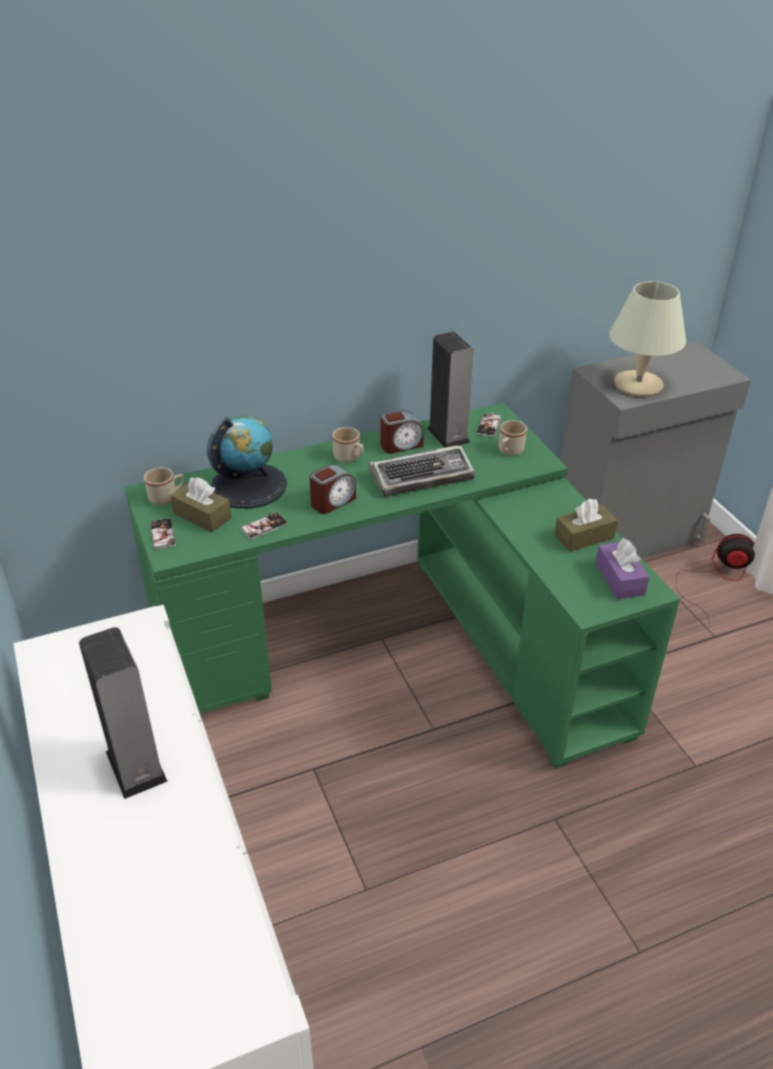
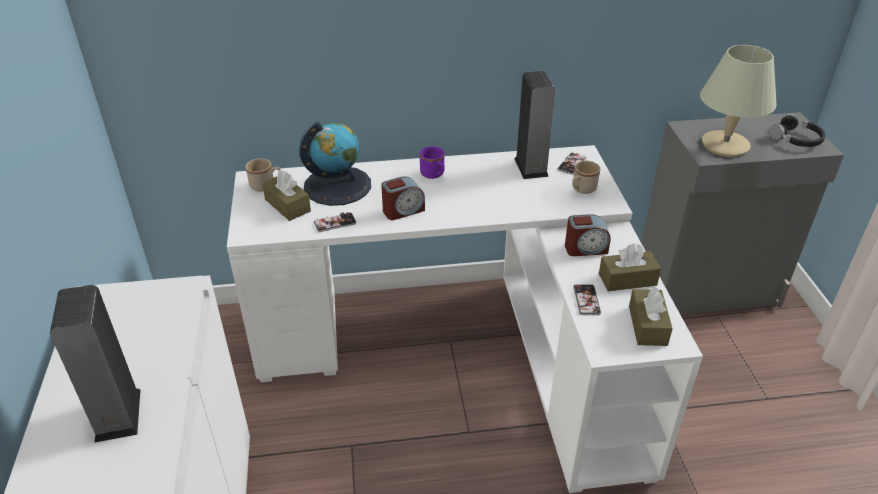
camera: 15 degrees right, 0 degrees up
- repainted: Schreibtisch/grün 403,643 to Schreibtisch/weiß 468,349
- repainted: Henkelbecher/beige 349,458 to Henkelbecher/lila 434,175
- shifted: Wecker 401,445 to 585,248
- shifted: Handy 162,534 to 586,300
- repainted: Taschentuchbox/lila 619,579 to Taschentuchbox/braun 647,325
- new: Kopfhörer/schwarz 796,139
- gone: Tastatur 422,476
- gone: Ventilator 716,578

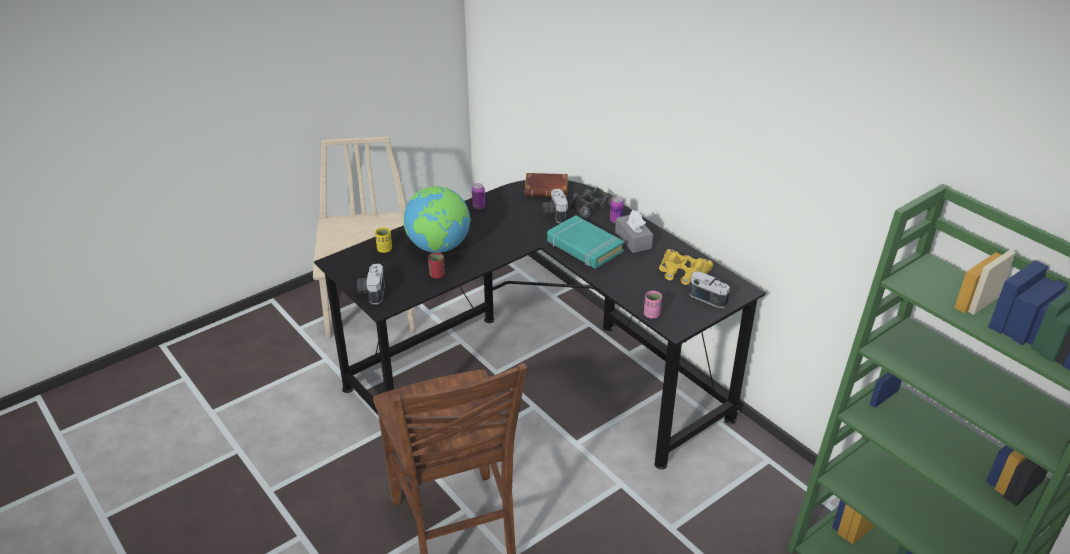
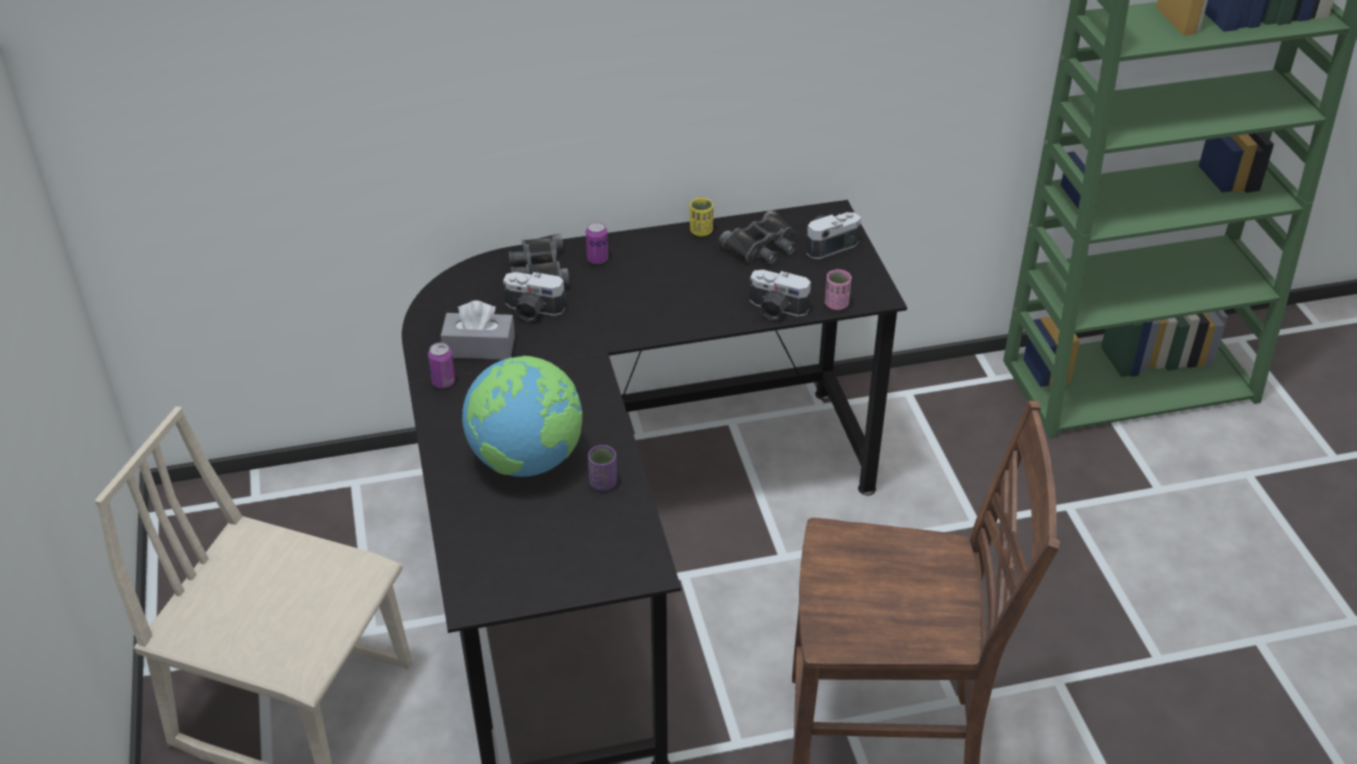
camera: 65 degrees left, 5 degrees up
- shifted: Taschentuchbox/grau 633,240 to 479,347
- repainted: Tasse/rot 437,275 to Tasse/lila 603,483
- shifted: Tasse/gelb 384,249 to 701,231
- repainted: Fernglas/gelb 683,272 to Fernglas/schwarz 763,246
- shifted: Kamera 371,292 to 776,310
- gone: Buch/braun 547,189
- gone: Buch/türkis 584,247

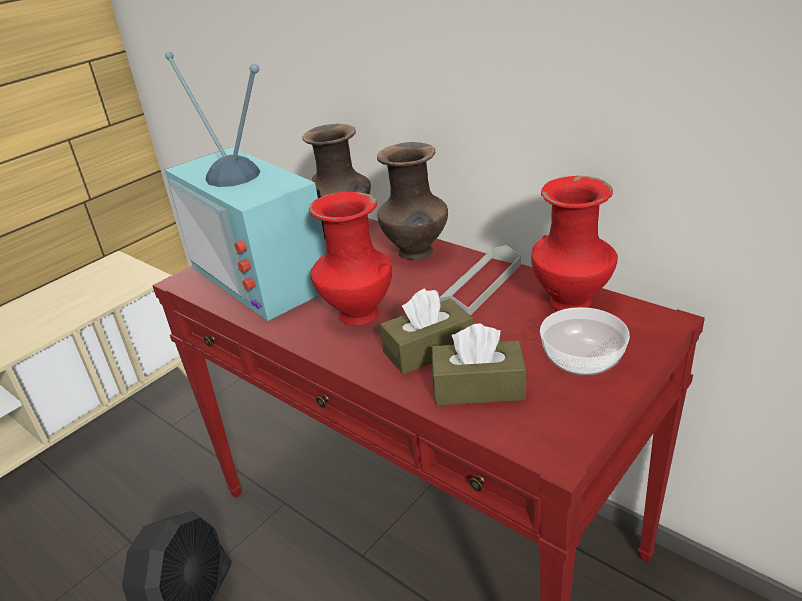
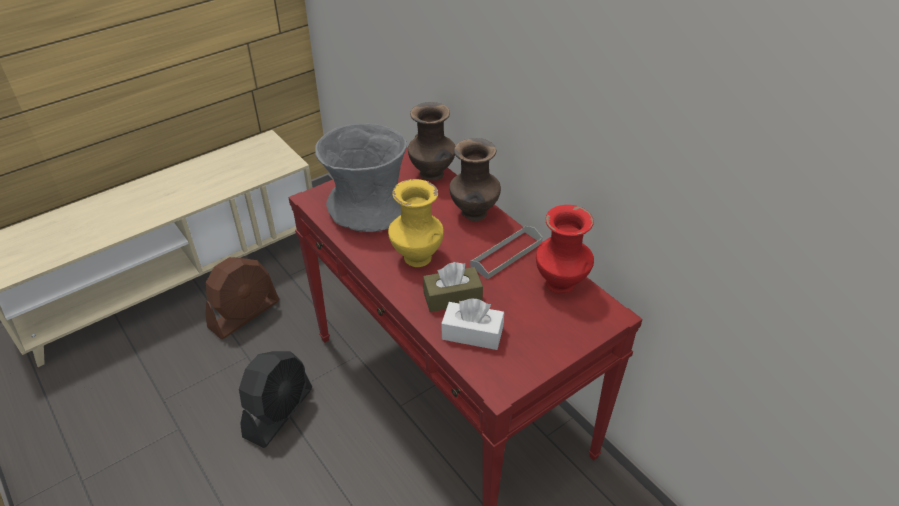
camera: 10 degrees right, 10 degrees up
- new: Ventilator/braun 244,314
- swapped: Fernseher 268,275 to Vase/grau 367,208
- repainted: Vase/rot 356,314 to Vase/gelb 416,257
- repainted: Taschentuchbox/braun 478,387 to Taschentuchbox/weiß 472,333
- gone: Schüssel 581,358

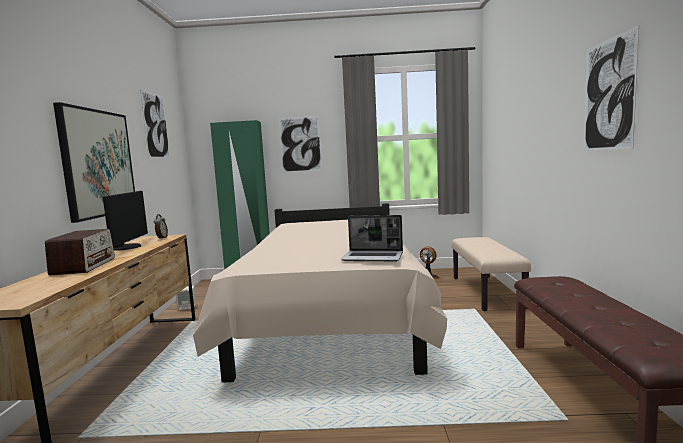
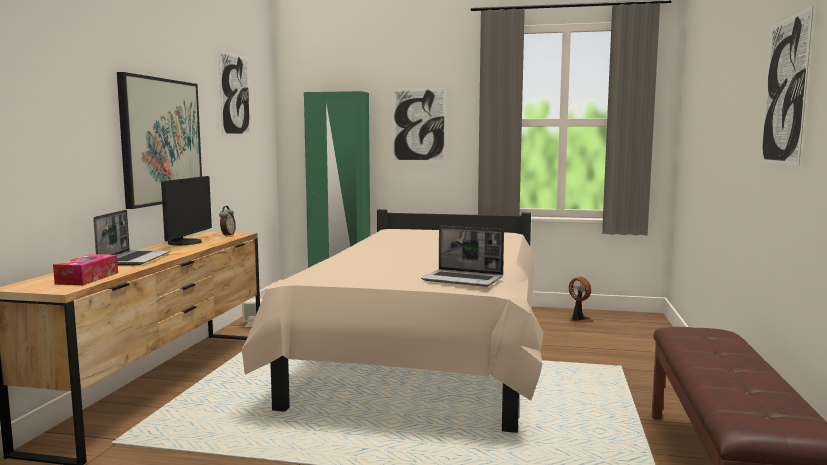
camera: 10 degrees right, 0 degrees up
- new: Taschentuchbox 87,278
- swapped: Radio 84,266 to Laptop 134,259
- gone: Bank/beige 487,292

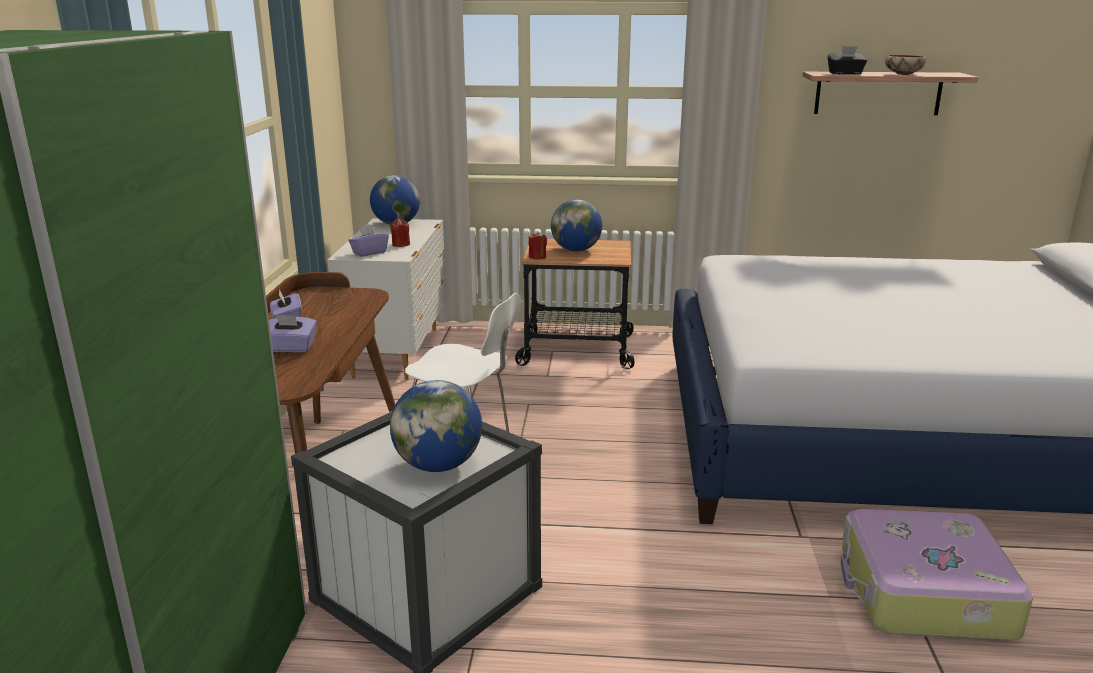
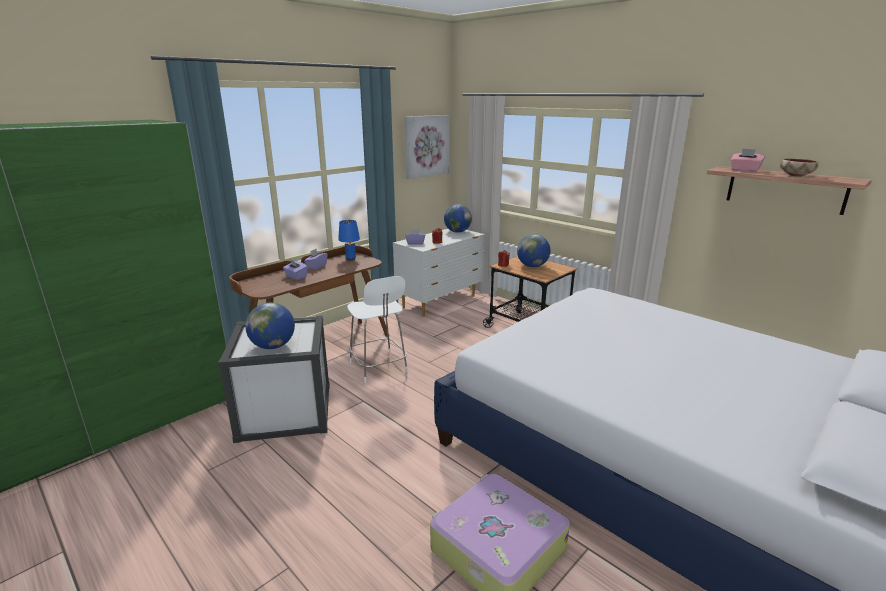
camera: 40 degrees right, 0 degrees up
- new: Tischlampe/blau 350,258
- new: Bild 426,146
- repainted: Taschentuchbox/schwarz 845,73 to Taschentuchbox/rosa 744,170

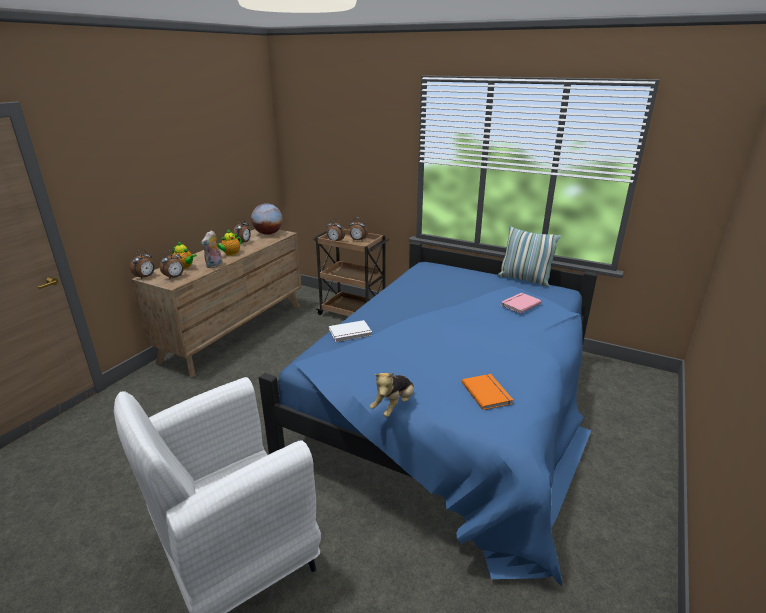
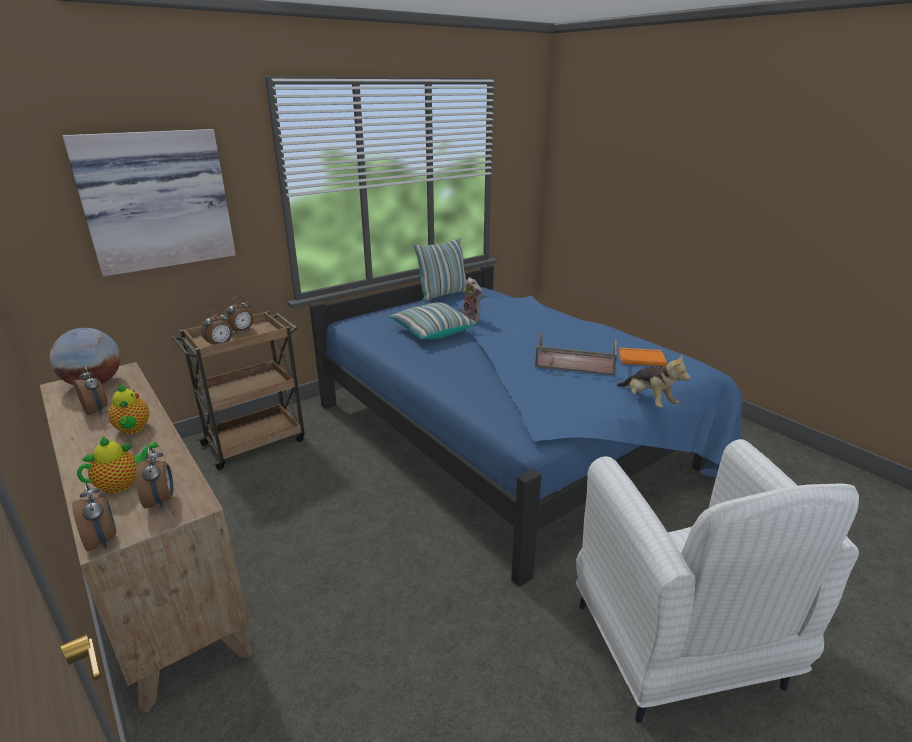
camera: 65 degrees left, 0 degrees up
- new: Bild 156,200
- new: Kissen 432,331
- shifted: Plüschtier 214,265 to 472,319
- new: Tablett/braun 574,363
- gone: Buch/weiß 351,333
- gone: Buch/rosa 519,304

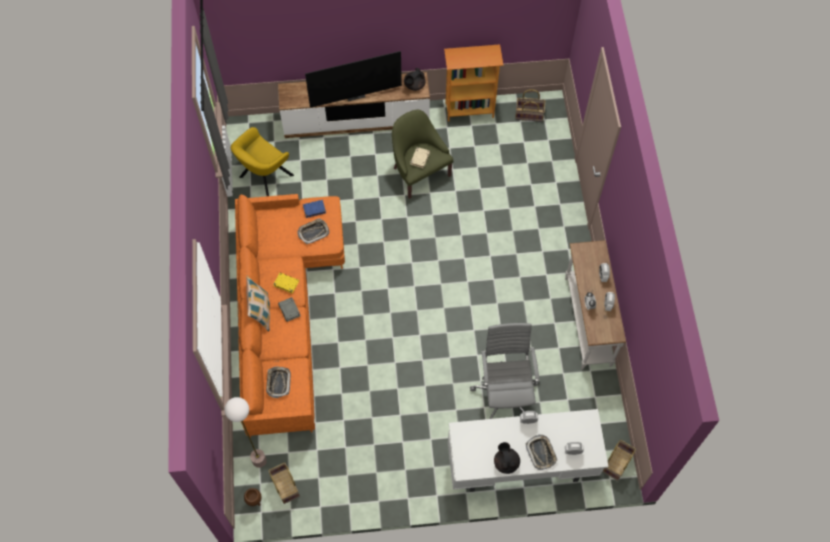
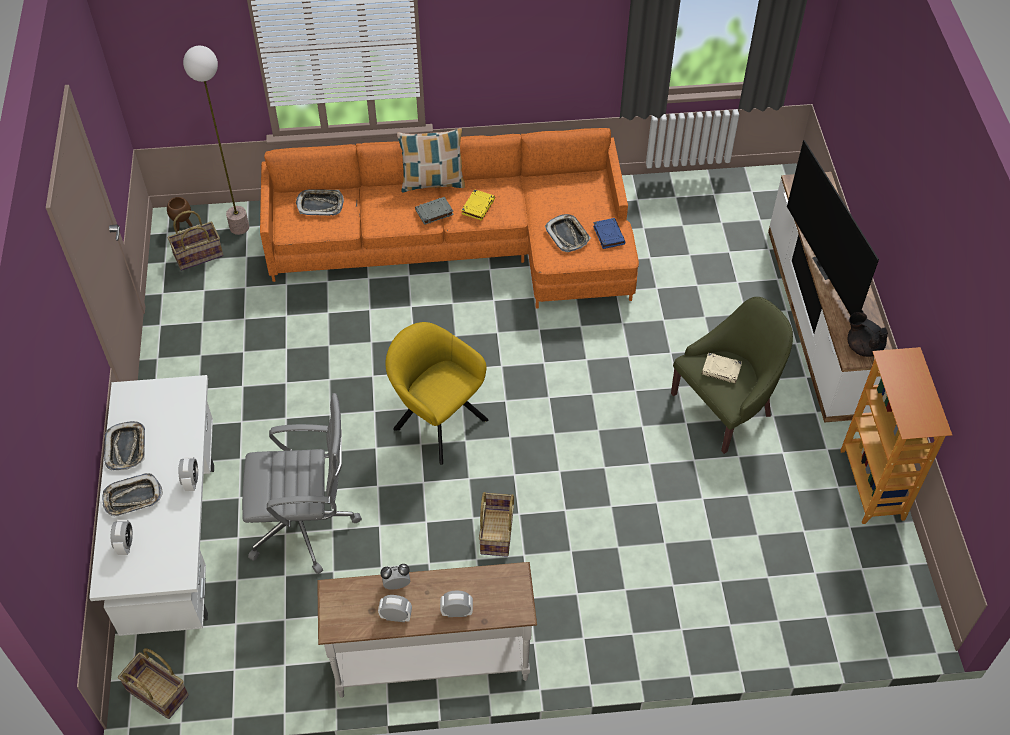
camera: 90 degrees right, 10 degrees down
- swapped: Teekanne/schwarz 506,462 to Tablett 126,448
- shifted: Sessel/gelb 264,178 to 437,421
- shifted: Korb 529,114 to 497,533

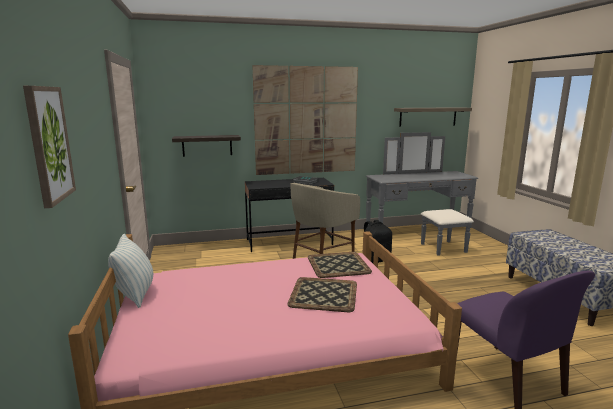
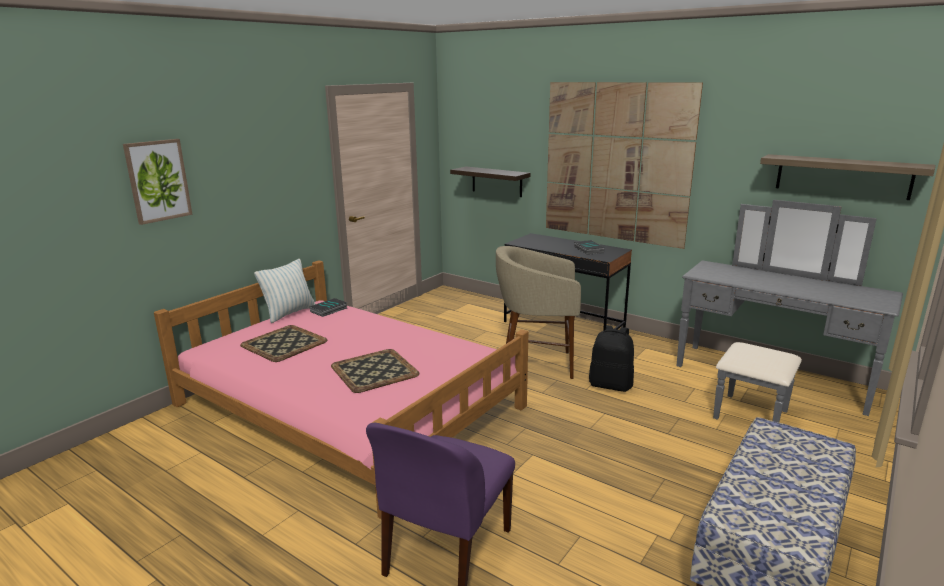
camera: 50 degrees right, 5 degrees up
- shifted: Tablett 338,265 to 283,343
- new: Buch 329,310

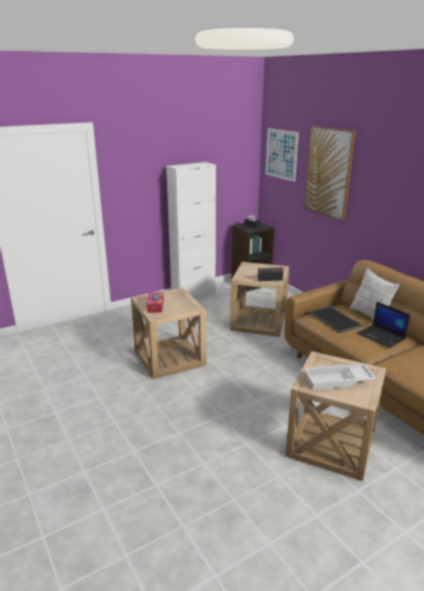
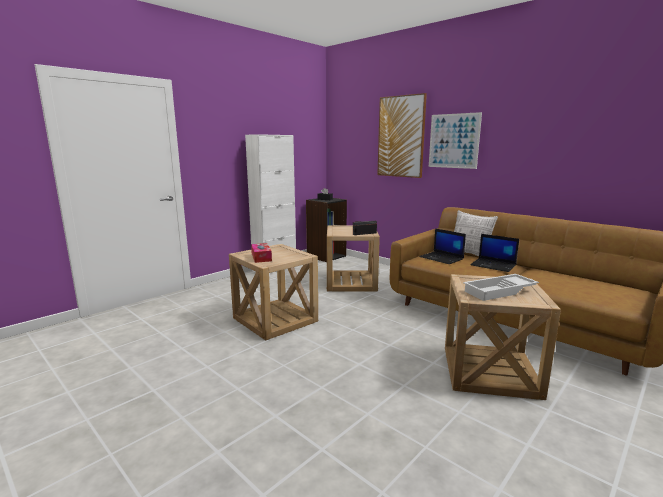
camera: 15 degrees left, 10 degrees down
- swapped: Tablett 335,319 to Laptop 442,258
- shifted: Bild 281,154 to 453,141

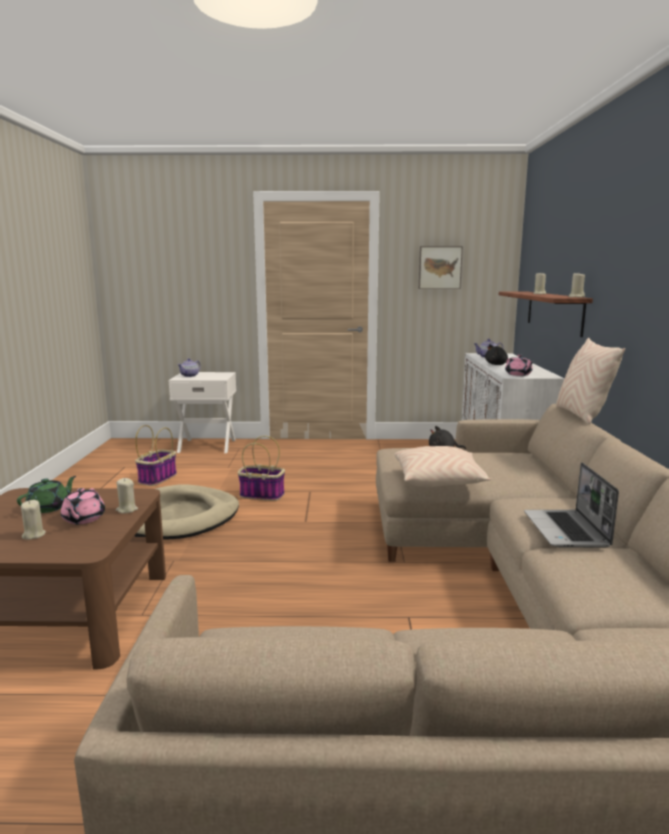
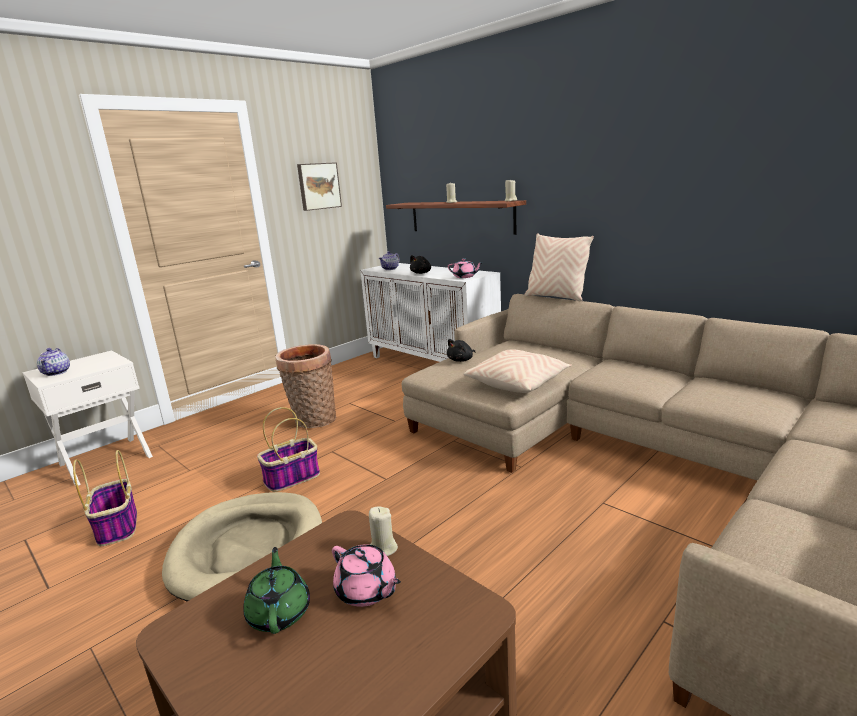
camera: 45 degrees left, 5 degrees up
- new: Korb 313,420
- gone: Kerze/beige 33,535
- gone: Laptop 567,530

